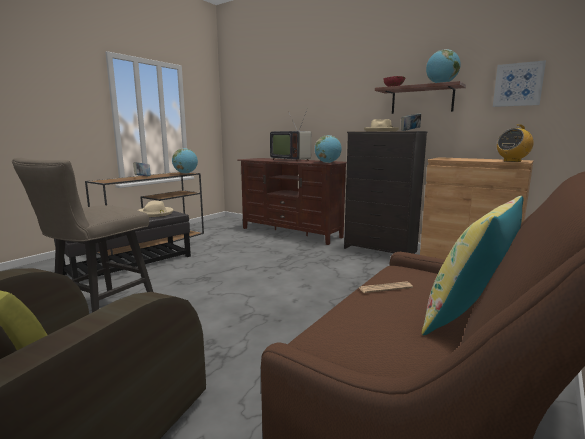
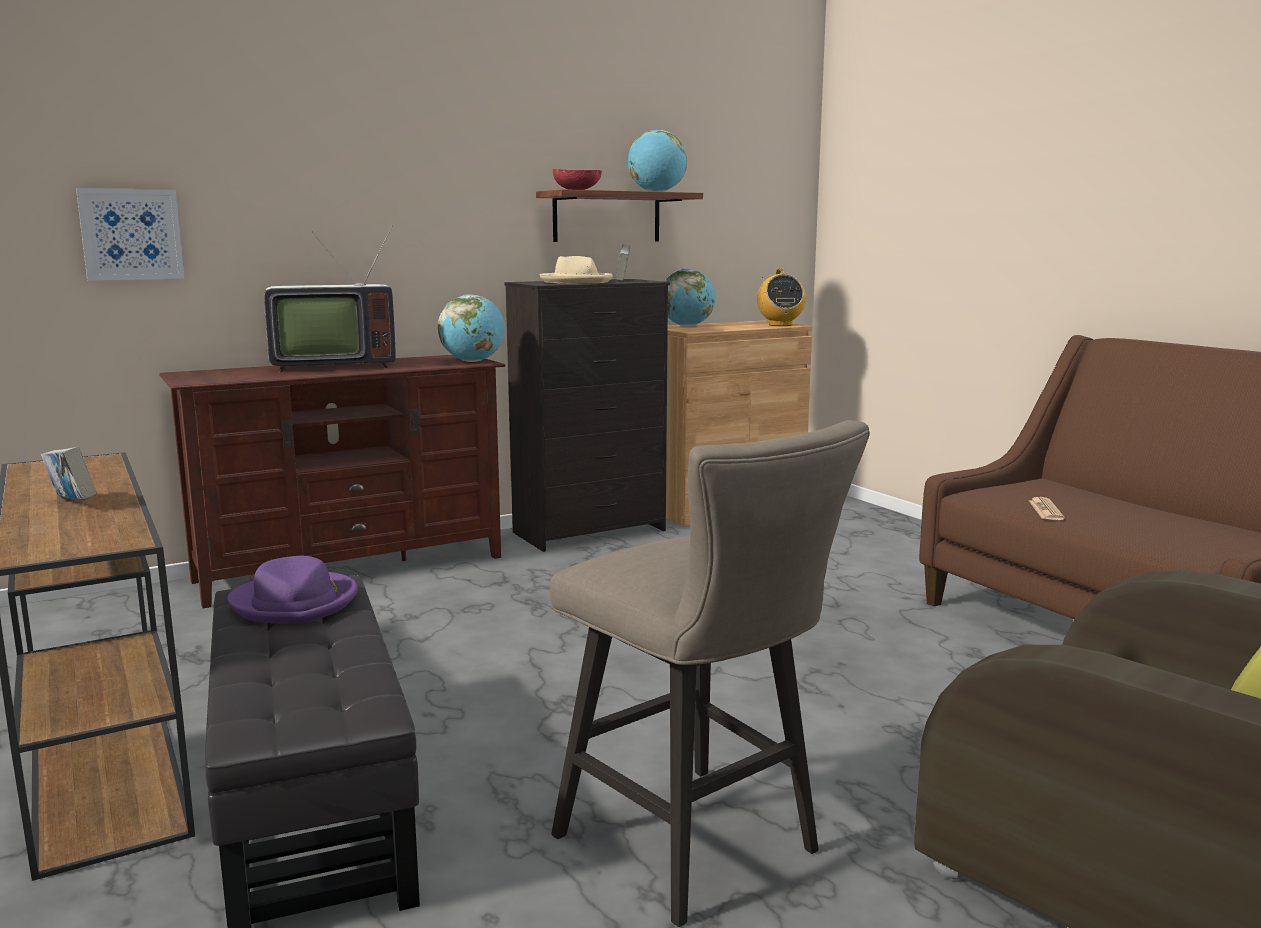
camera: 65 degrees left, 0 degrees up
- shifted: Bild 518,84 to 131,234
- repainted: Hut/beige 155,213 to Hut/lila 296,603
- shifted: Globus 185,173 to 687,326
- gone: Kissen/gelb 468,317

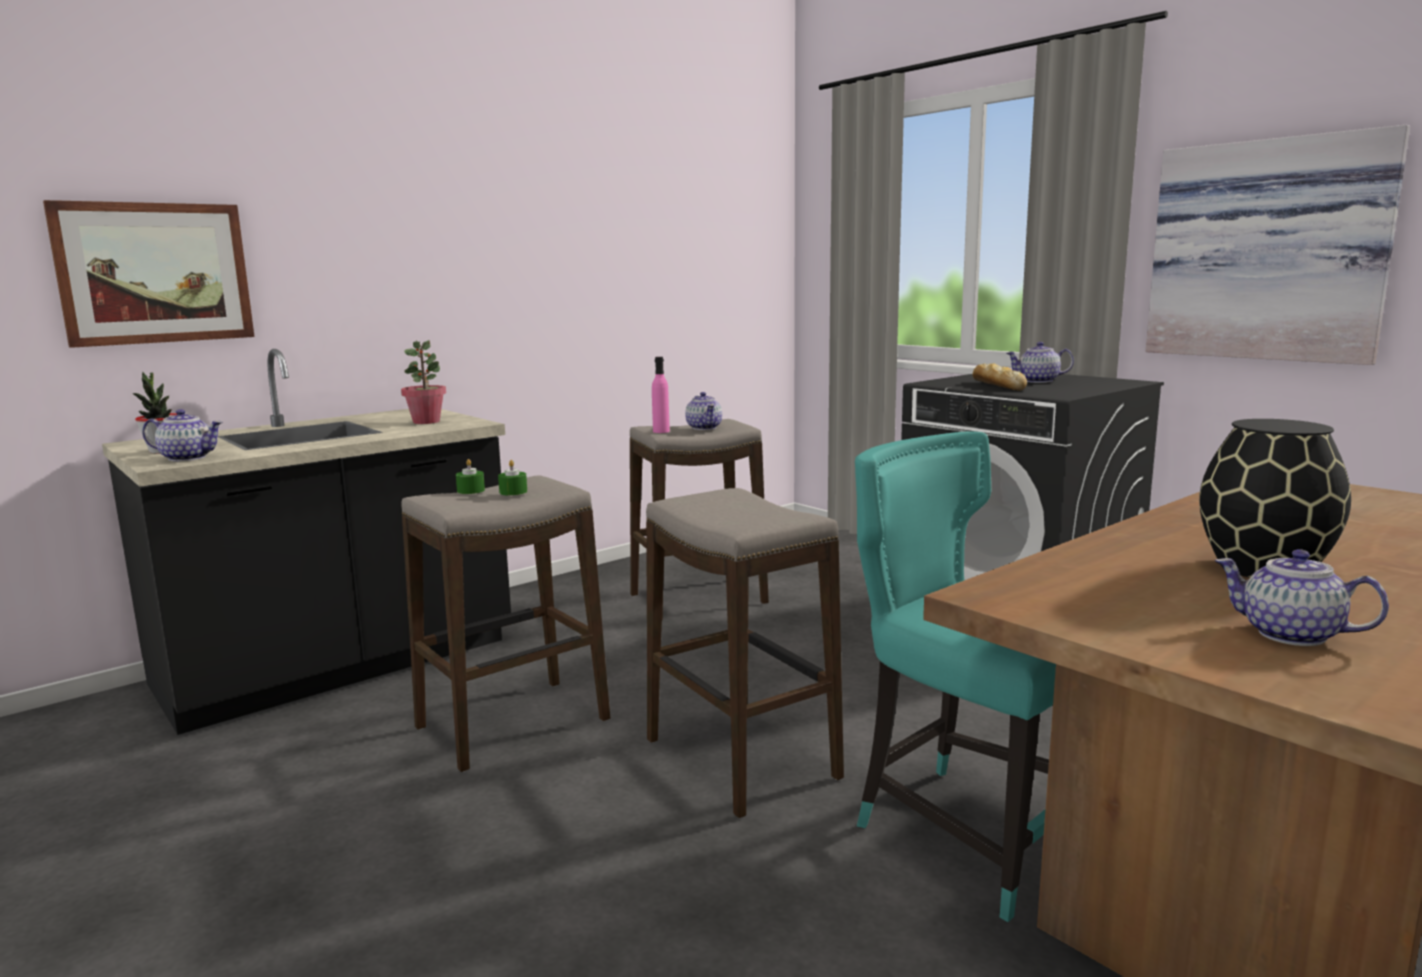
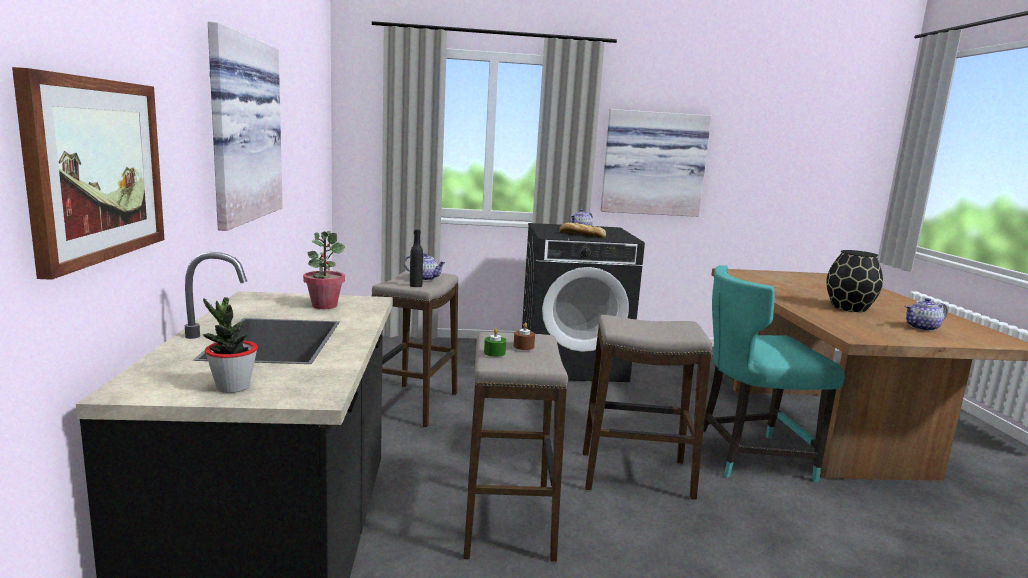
camera: 55 degrees left, 0 degrees up
- new: Bild 240,129
- repainted: Flasche/rosa 661,431 to Flasche/schwarz 415,285
- repainted: Kerze/grün 513,492 to Kerze/braun 523,346
- gone: Teekanne 188,458

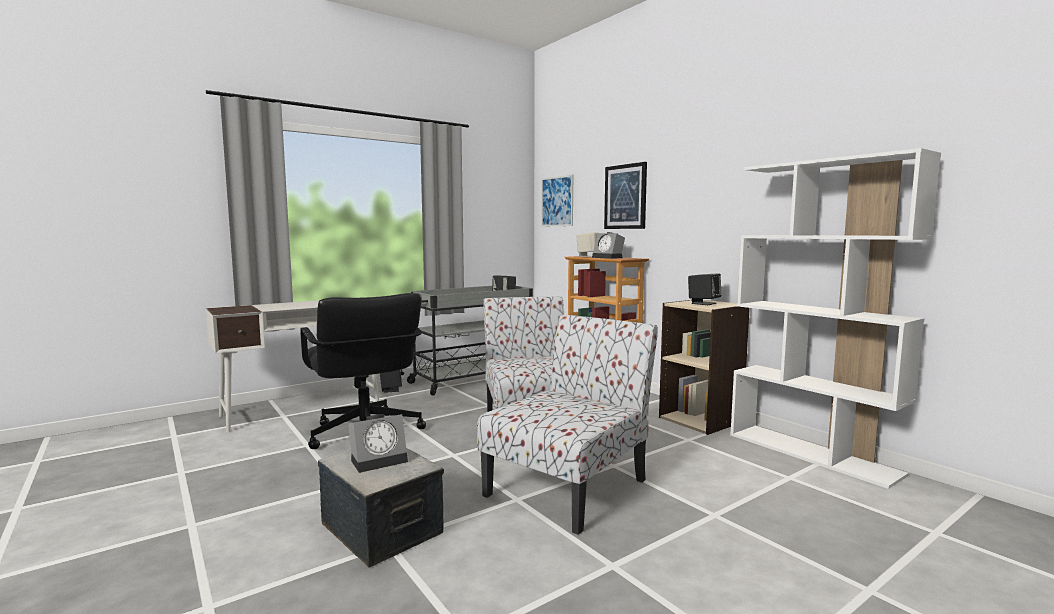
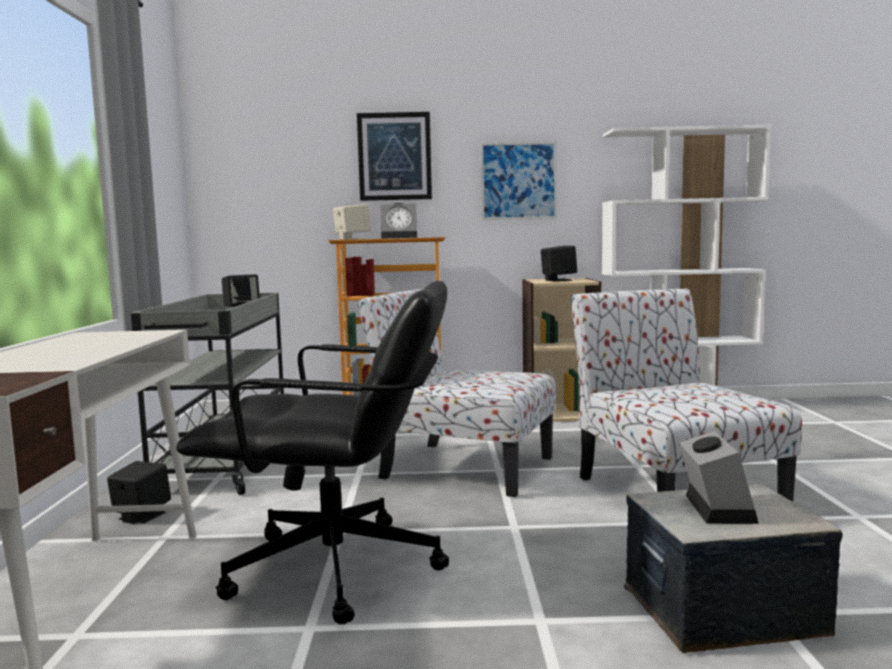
camera: 55 degrees left, 0 degrees up
- shifted: Bild 557,201 to 518,181

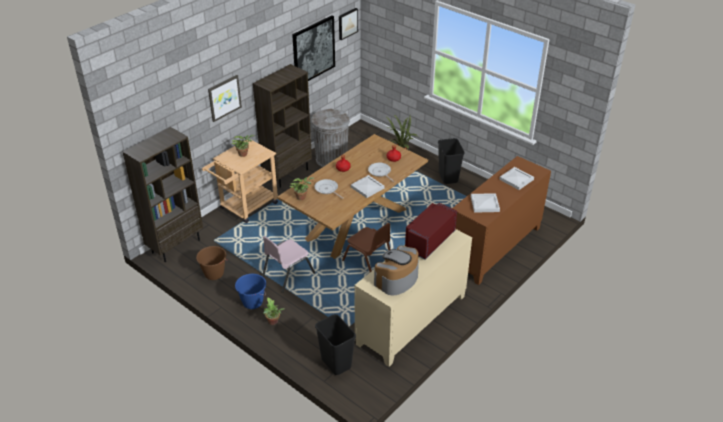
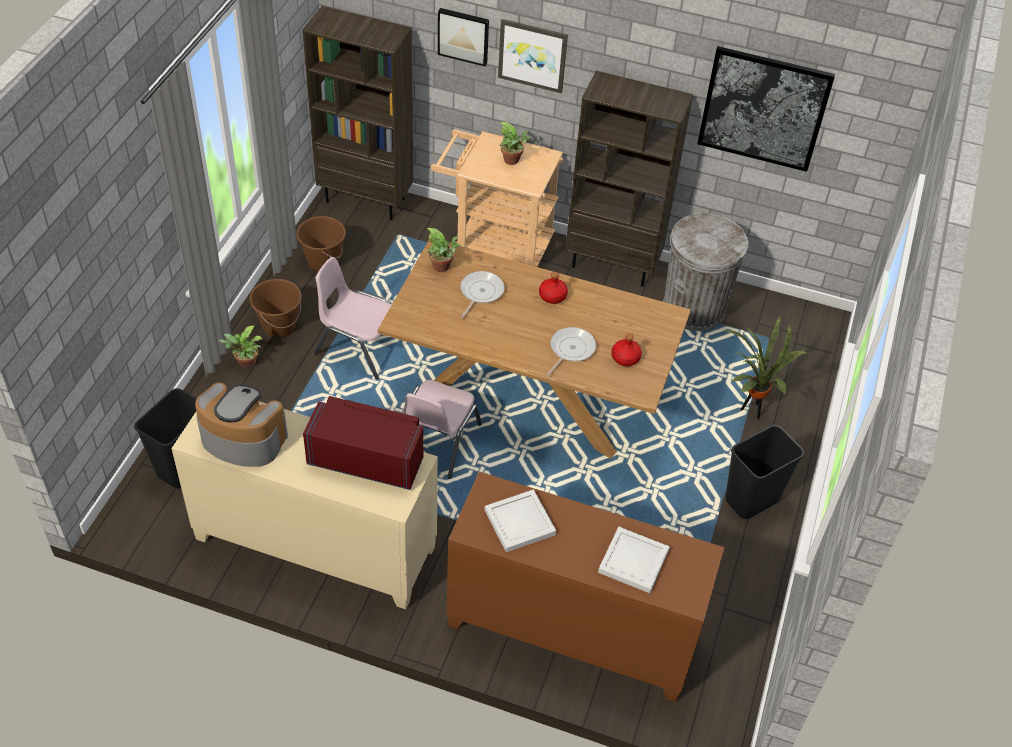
camera: 65 degrees right, 10 degrees up
- repainted: Eimer/blau 252,302 to Eimer/braun 279,326
- repainted: Stuhl/braun 368,261 to Stuhl/rosa 437,442
- shifted: Bild 347,23 to 463,35
- gone: Tablett/weiß 367,188

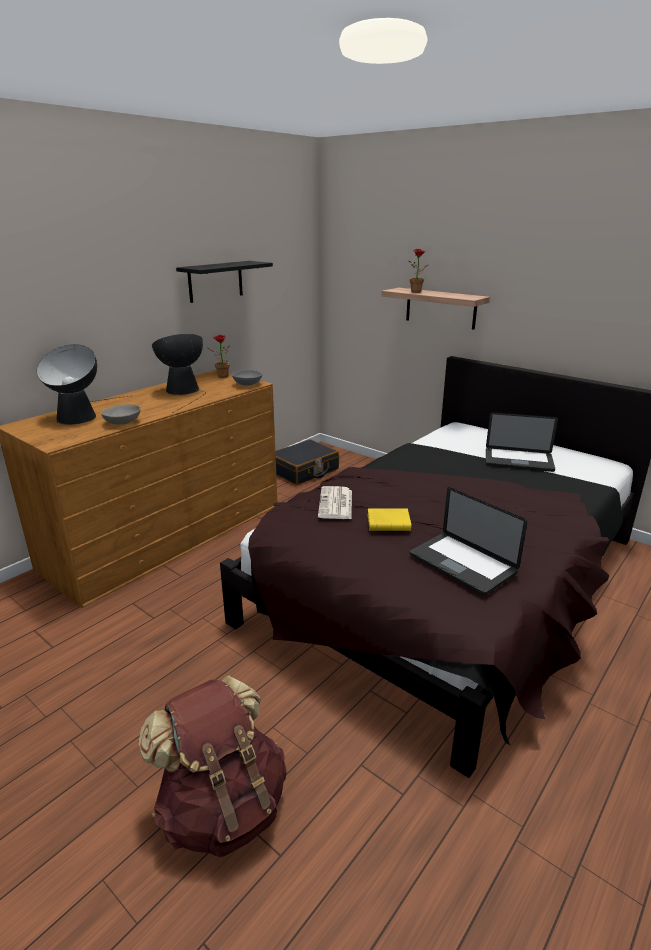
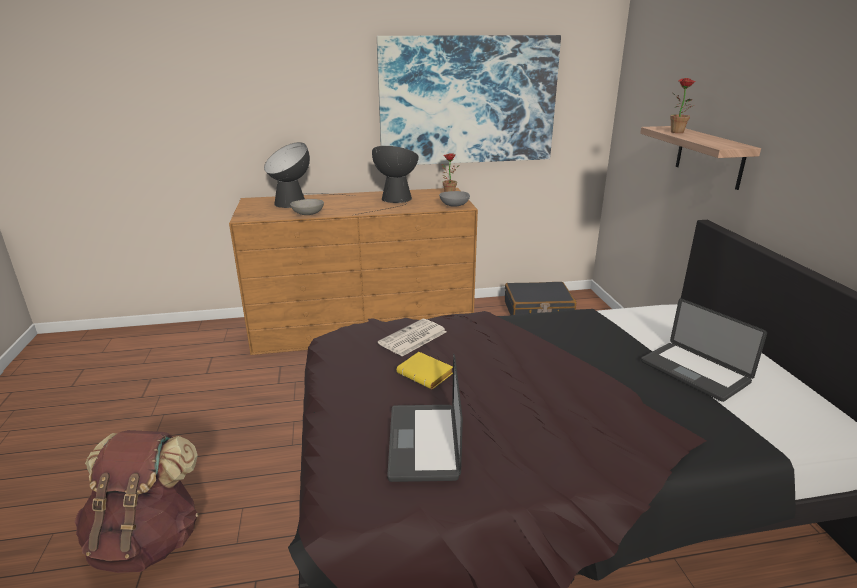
camera: 40 degrees right, 0 degrees up
- swapped: Wandregal/schwarz 215,281 to Bild 468,101

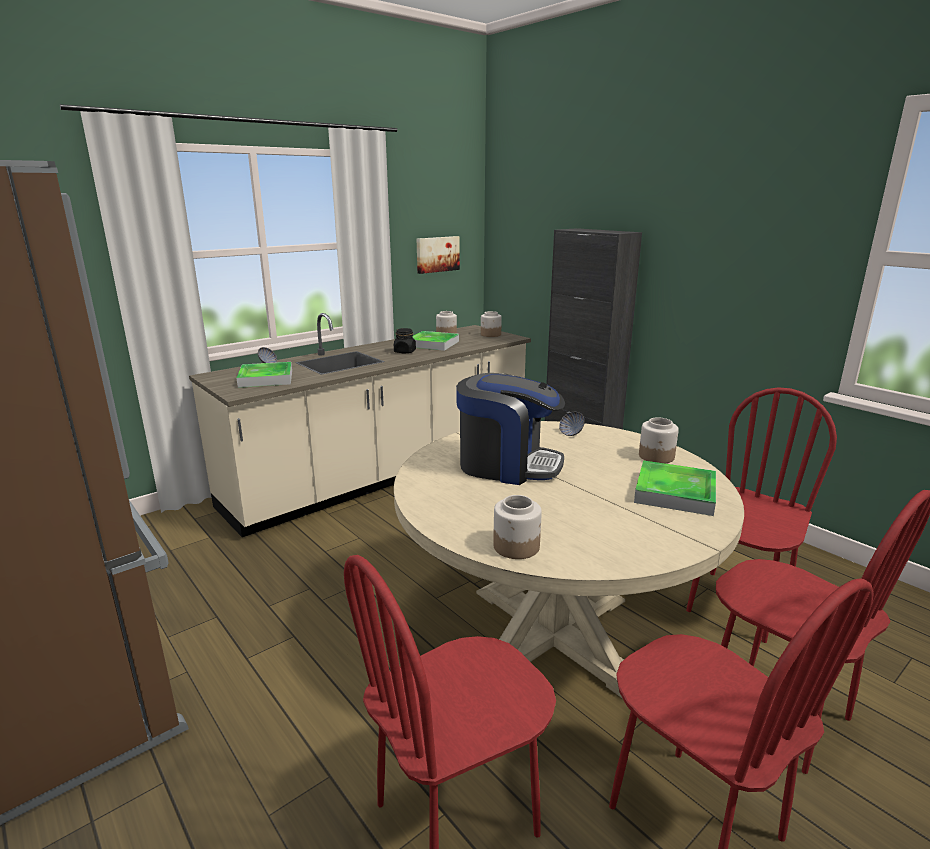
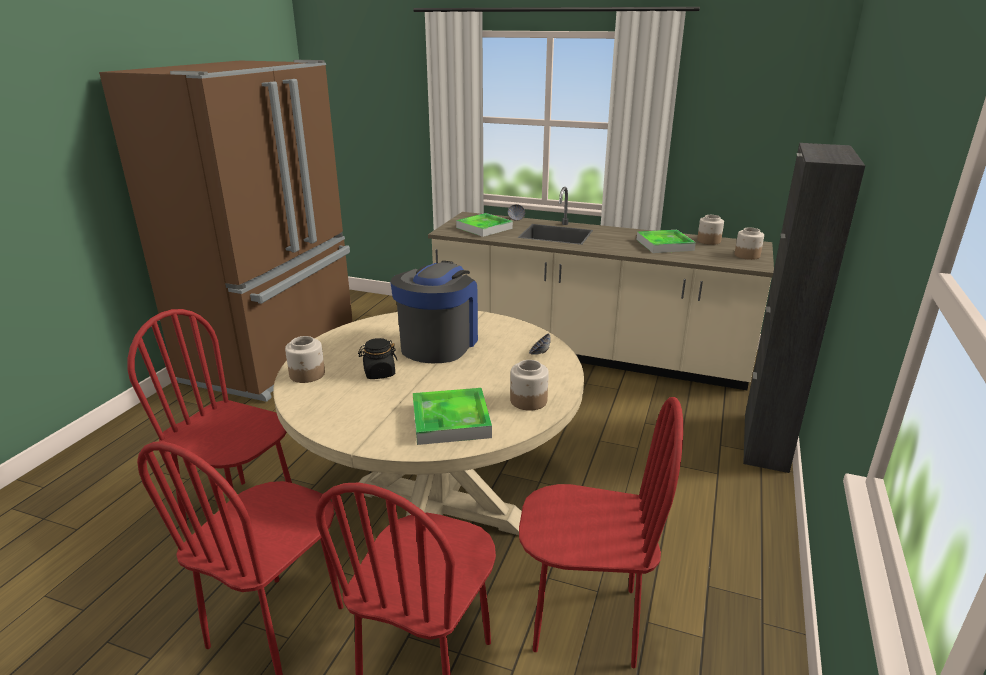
camera: 60 degrees right, 5 degrees up
- shifted: Vorratsglas/schwarz 405,352 to 379,373
- rotated: Kaffeemaschine 507,465 = 439,343 150 degrees counterclockwise
- gone: Bild 437,254

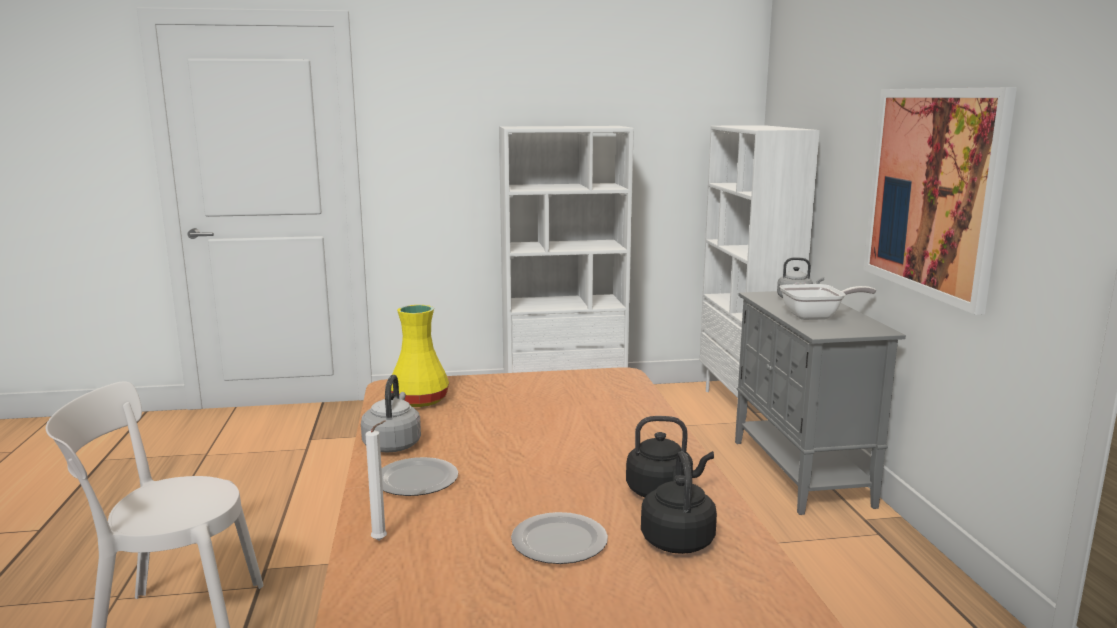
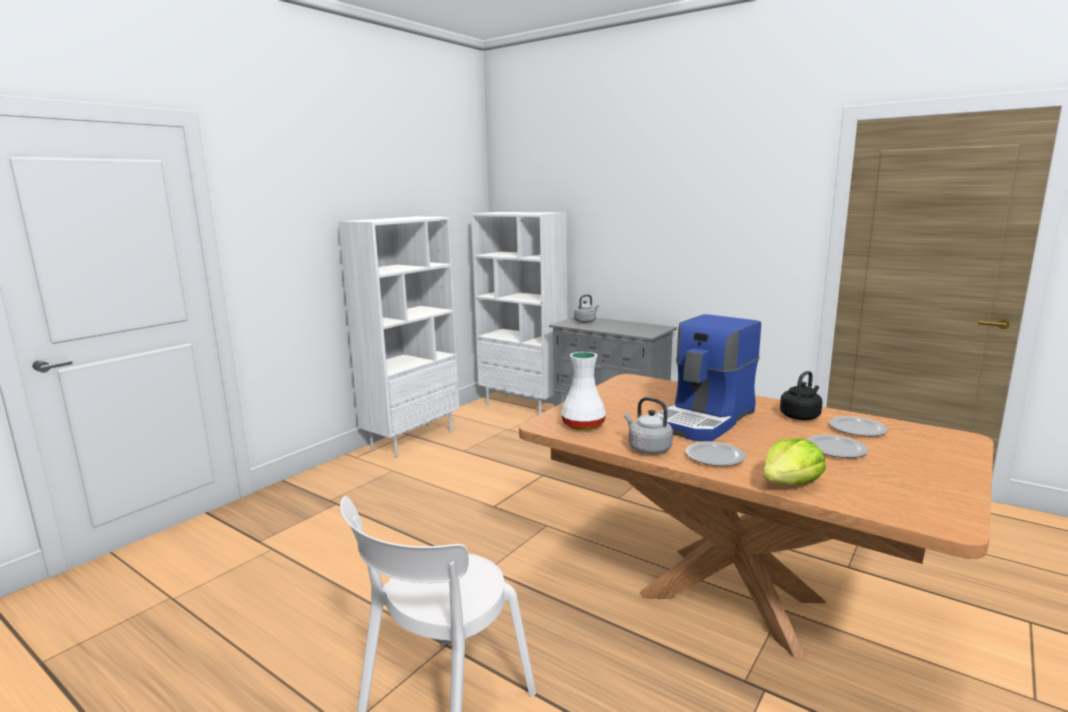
camera: 45 degrees left, 0 degrees up
- repainted: Vase/gelb 421,401 to Vase/weiß 584,425
- new: Kaffeemaschine 705,420
- swapped: Kerze/weiß 381,540 to Salatkopf 790,483
- swapped: Wasserkessel/schwarz 676,539 to Teller 856,429
- gone: Pfanne 817,316
- gone: Bild 933,192

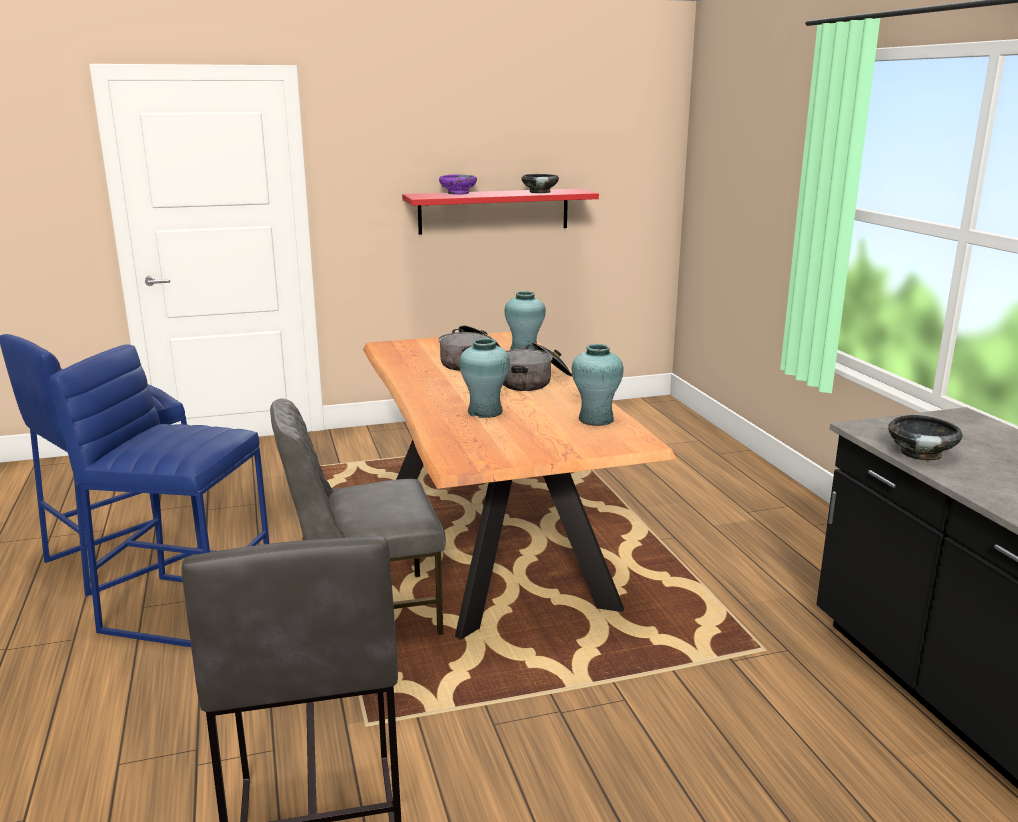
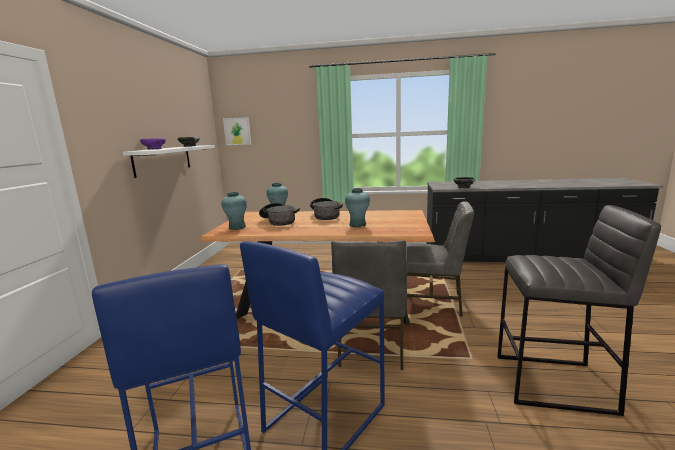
camera: 65 degrees left, 5 degrees down
- repainted: Wandregal/rot 494,211 to Wandregal/weiß 163,160
- shifted: Vase/türkis 596,419 to 237,227
- new: Bild 237,131
- new: Stuhl/grau 432,302

